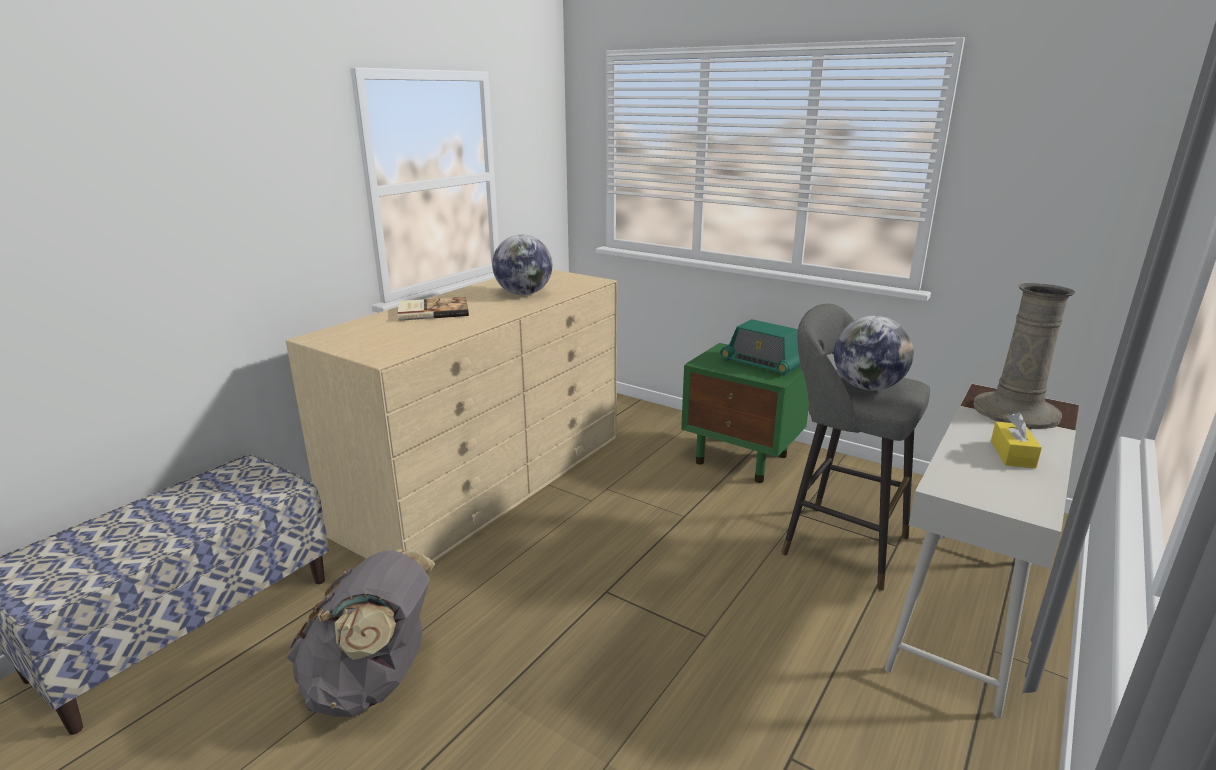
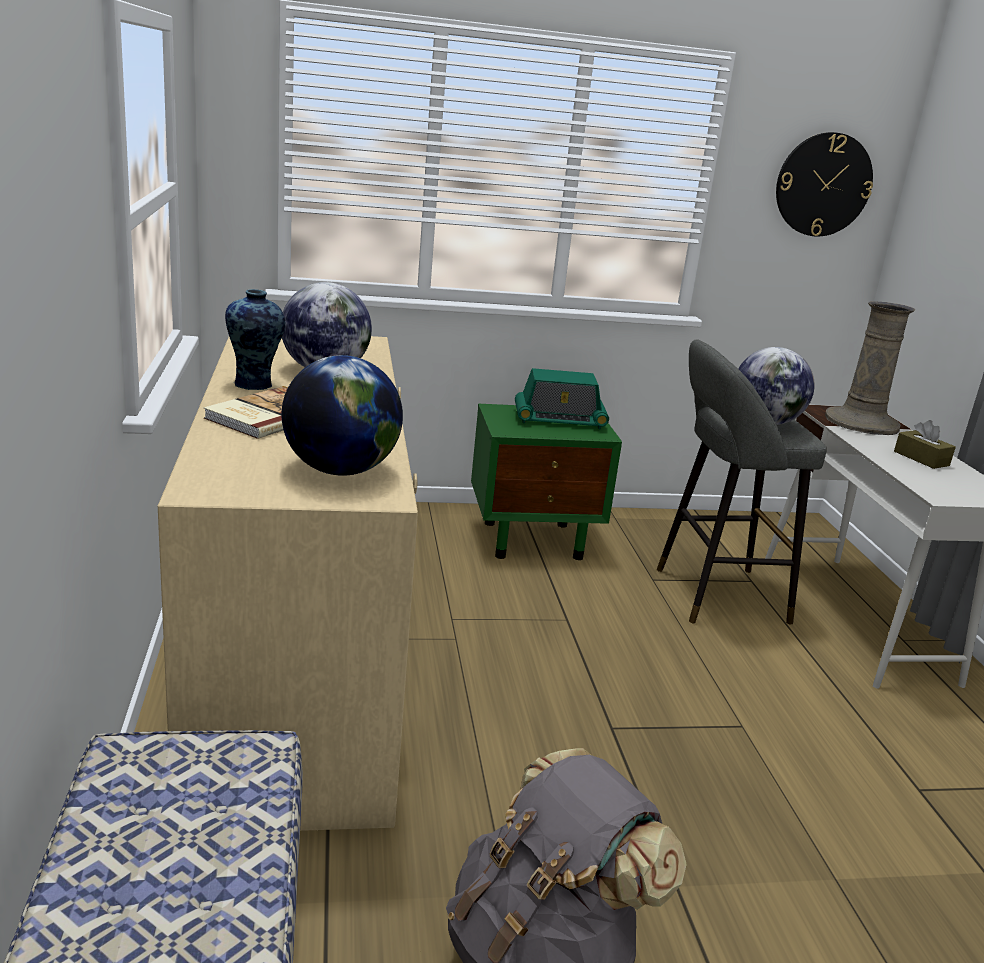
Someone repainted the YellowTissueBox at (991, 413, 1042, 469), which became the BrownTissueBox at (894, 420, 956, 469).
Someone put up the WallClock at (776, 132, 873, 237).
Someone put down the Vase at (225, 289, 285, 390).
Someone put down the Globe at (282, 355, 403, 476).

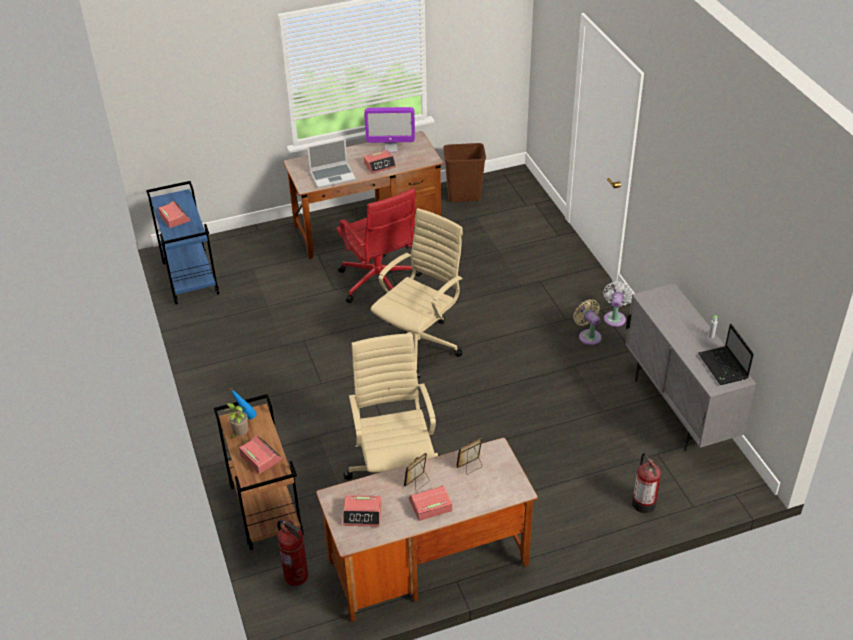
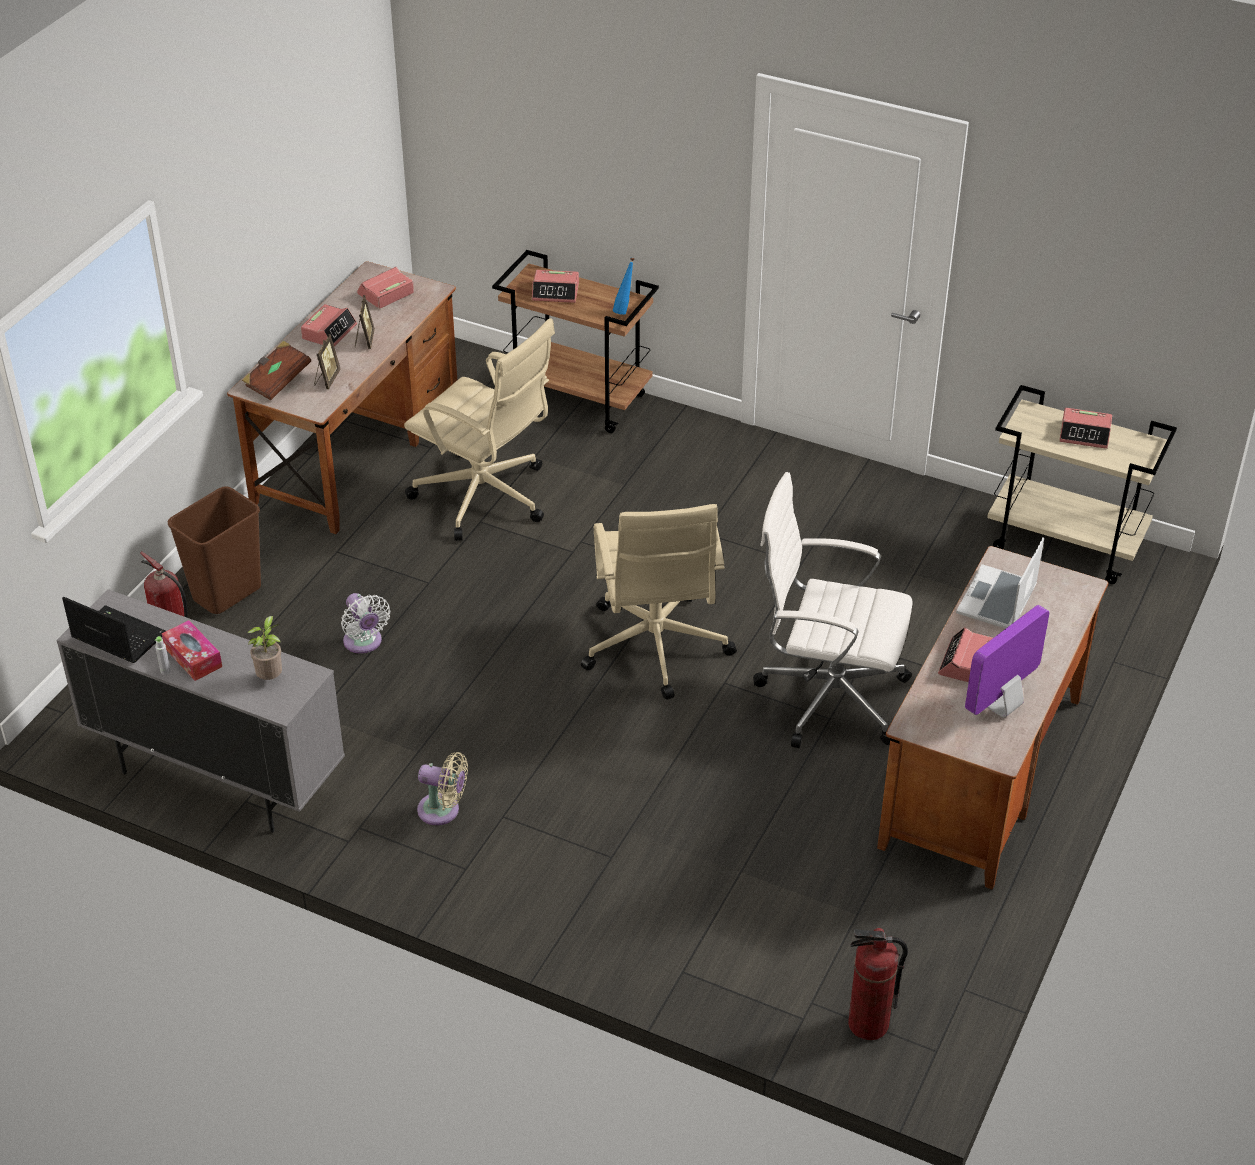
Someone carried the BrownTrashCan from (443, 143, 486, 202) to (168, 486, 261, 614).
Someone repainted the BlueCart at (146, 181, 219, 304), which became the BeigeCart at (987, 385, 1177, 584).
Someone repainted the RedOfficeChair at (336, 188, 422, 303), which became the WhiteOfficeChair at (753, 472, 912, 748).
Someone carried the WhiteFan from (603, 281, 633, 327) to (341, 593, 390, 654).
Someone carried the PottedPlant from (224, 403, 248, 439) to (247, 616, 282, 680).
Someone carried the FireExtinguisher from (277, 520, 308, 586) to (848, 928, 908, 1040).
Someone put down the BrownBook at (242, 341, 311, 401).
Someone put down the TissueBox at (162, 620, 222, 681).

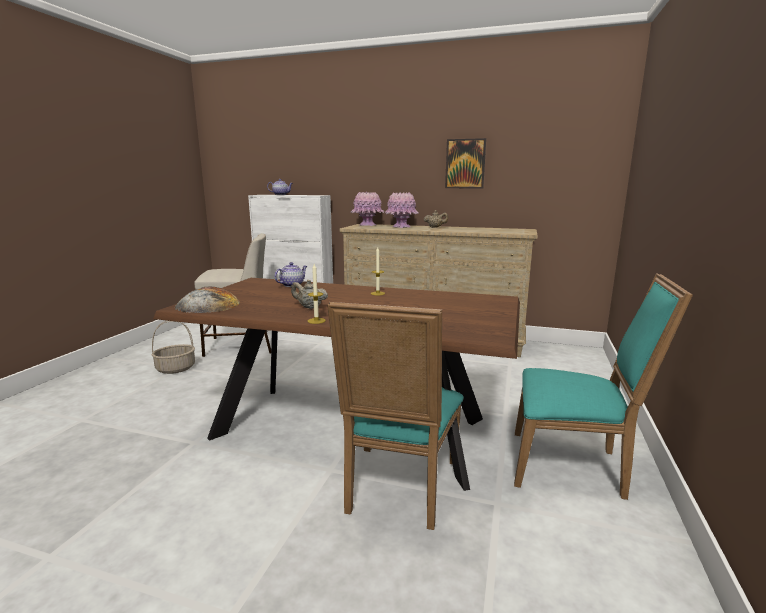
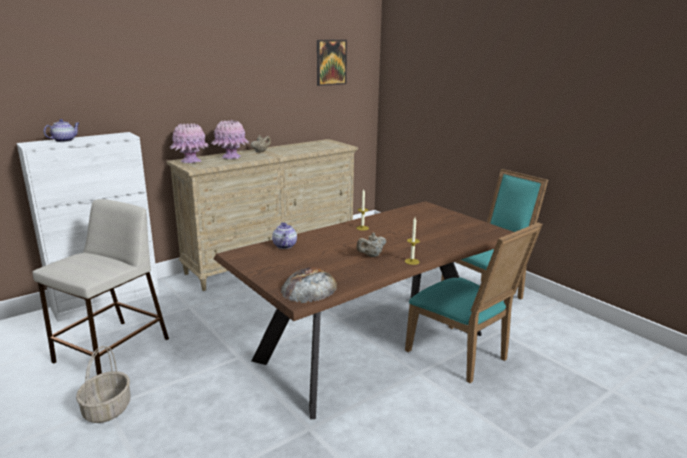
Someone carried the Picture from (445, 138, 486, 188) to (317, 40, 347, 86).

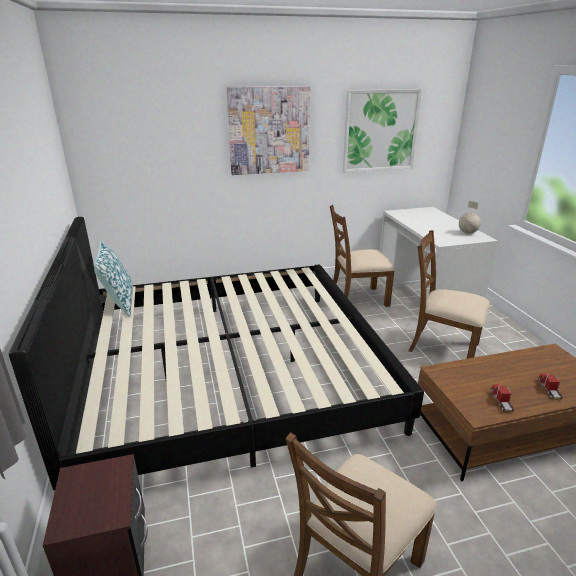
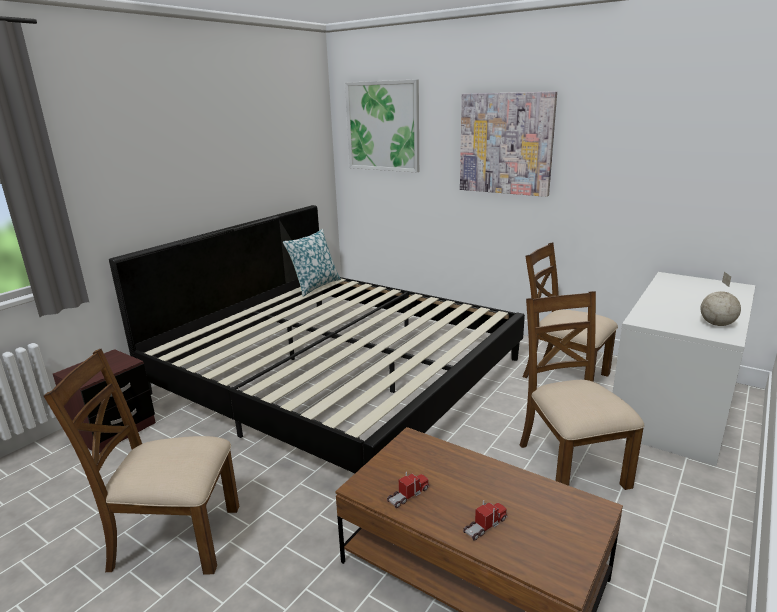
Someone carried the Picture from (343, 89, 422, 173) to (345, 79, 419, 172).

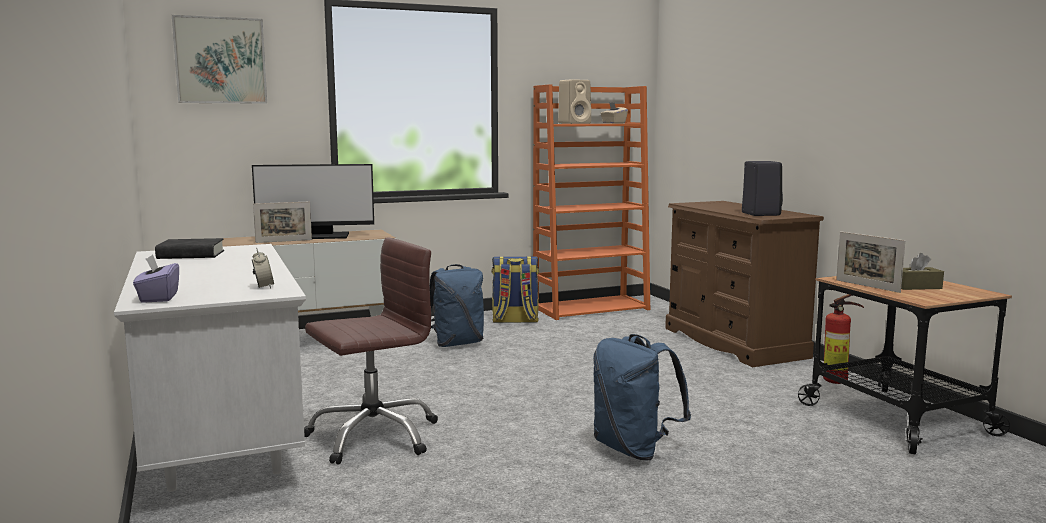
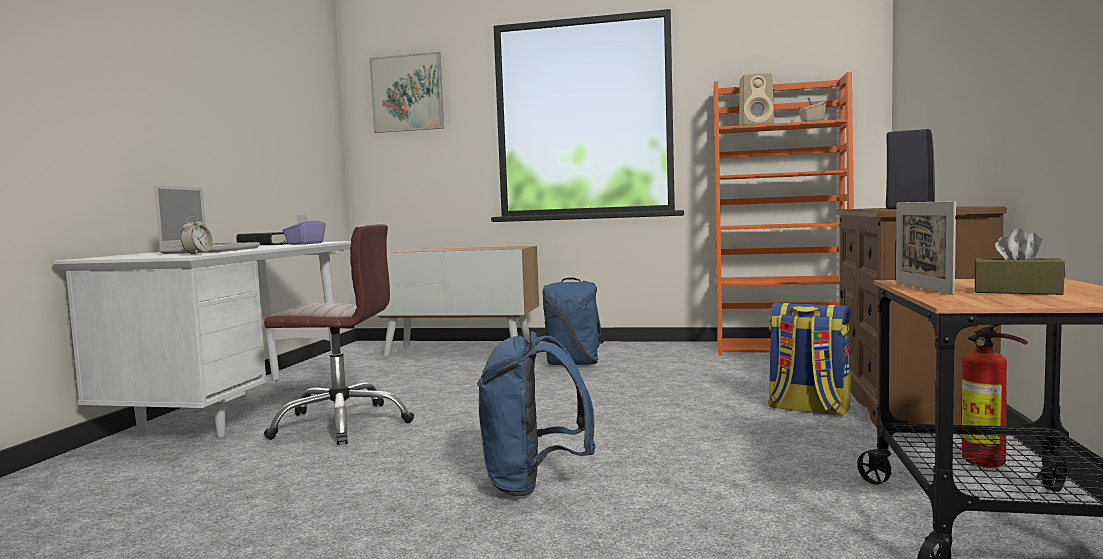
Someone took away the Monitor at (252, 164, 374, 239).
Someone took away the PictureFrame at (253, 201, 312, 243).
Someone carried the PurpleTissueBox from (133, 254, 179, 303) to (283, 214, 326, 245).
Someone carried the Backpack from (492, 256, 539, 323) to (768, 303, 851, 416).
Someone put down the Laptop at (154, 186, 260, 254).

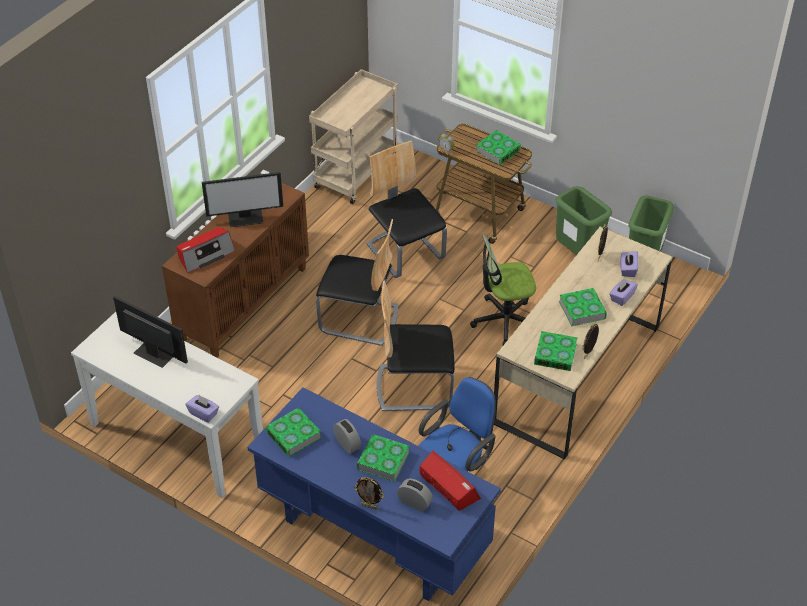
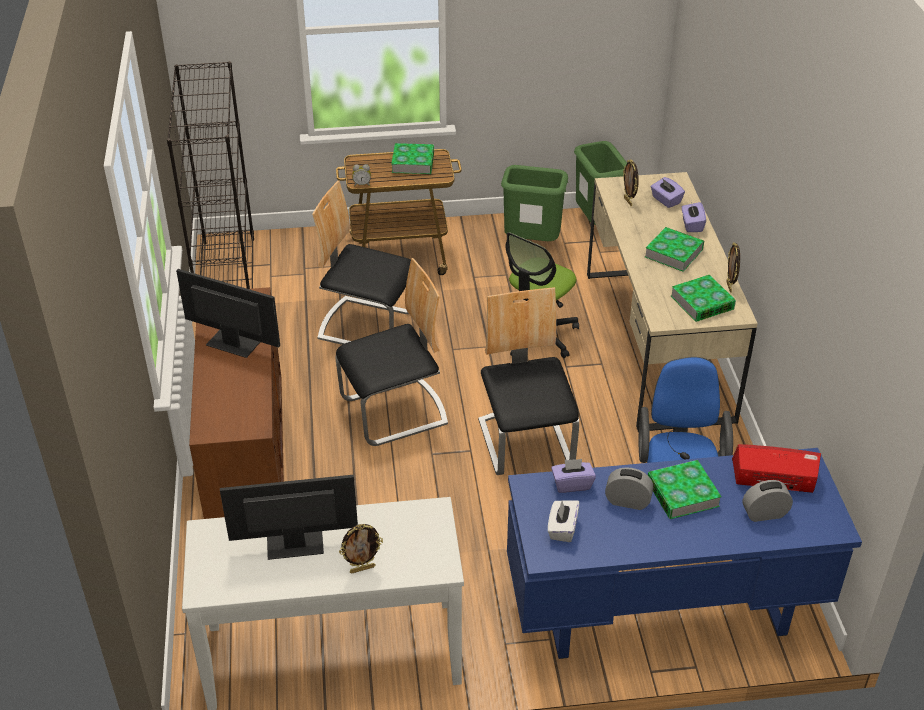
Someone swapped the BeigeCart at (309, 69, 398, 204) for the BlackBookcase at (167, 61, 254, 289).
Someone rotated the Monitor at (202, 172, 283, 227) by 105 degrees counterclockwise.
Someone took away the Radio at (177, 227, 236, 273).
Someone rotated the Chair at (376, 280, 454, 411) by 120 degrees clockwise.
Someone carried the PurpleTissueBox from (186, 395, 219, 423) to (551, 459, 596, 493).
Someone swapped the Book at (266, 408, 321, 457) for the WhiteTissueBox at (548, 500, 579, 542).
Someone carried the PictureFrame from (354, 477, 384, 510) to (339, 524, 383, 573).

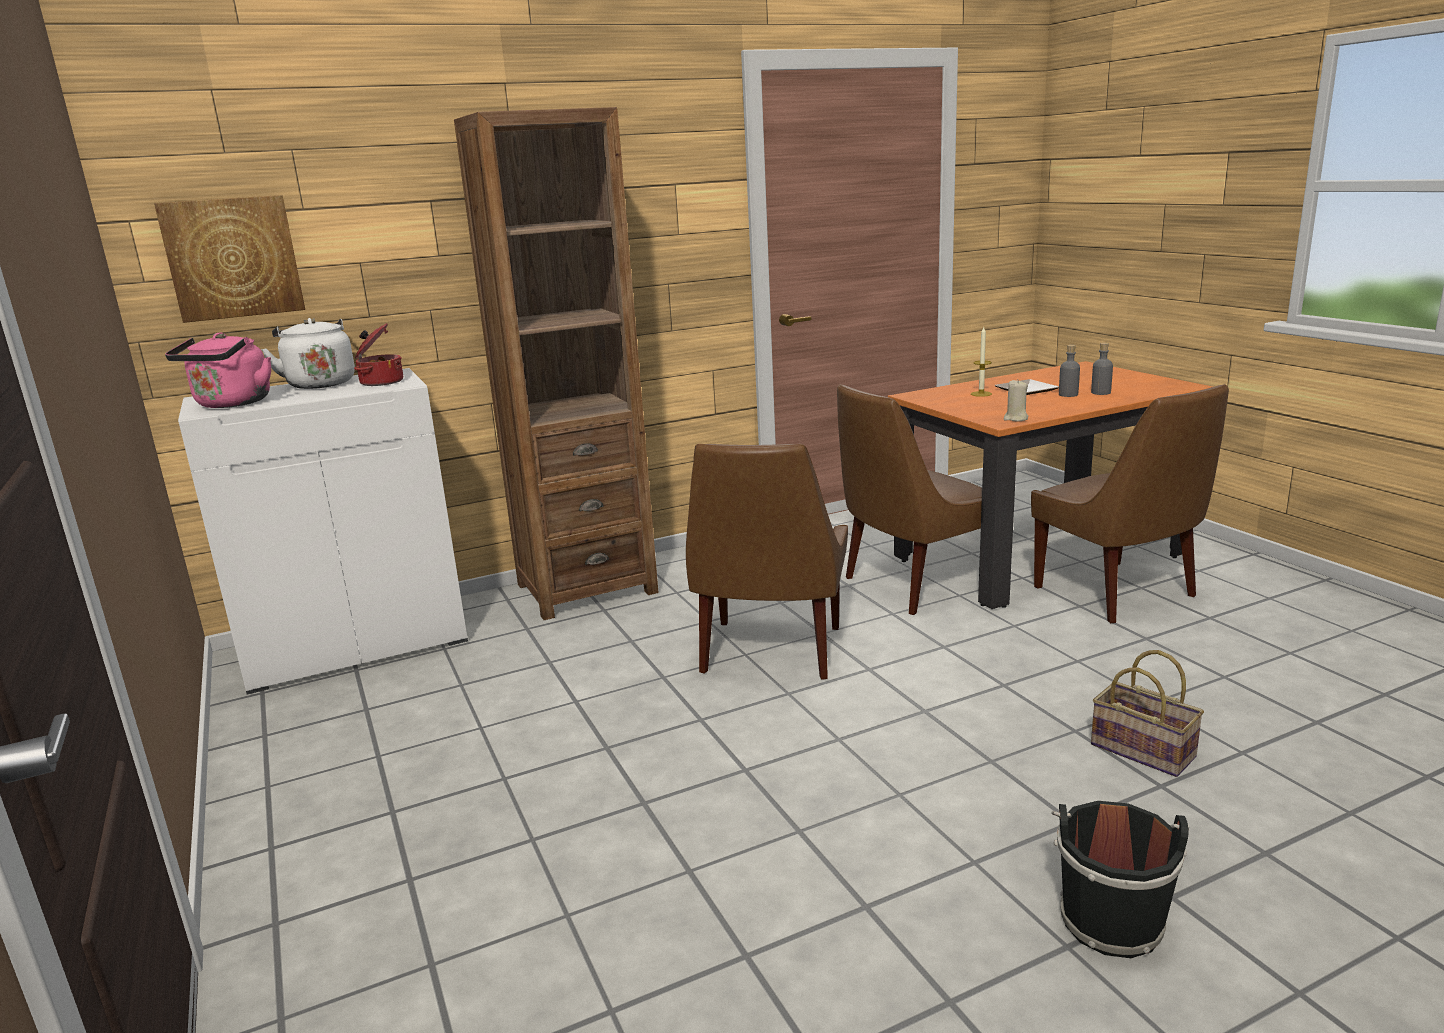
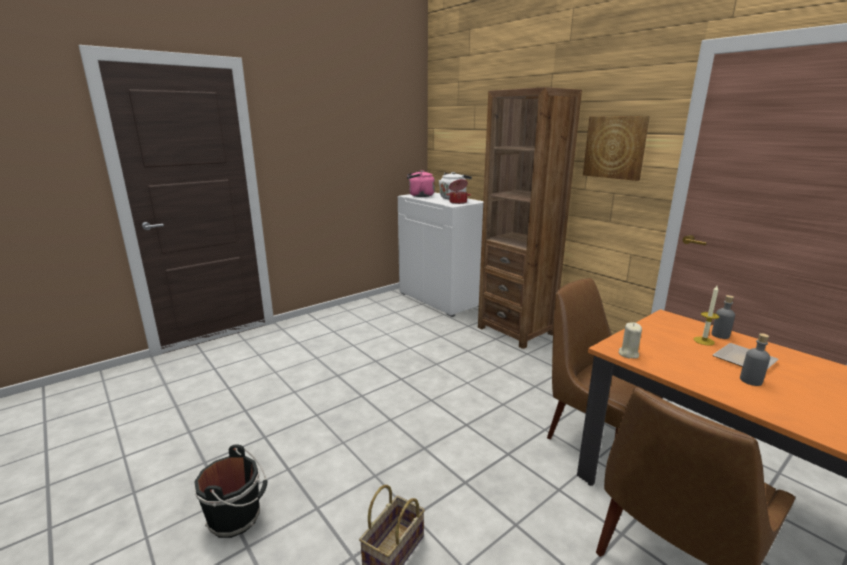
Someone carried the Picture from (154, 195, 305, 323) to (583, 116, 650, 181).
Someone carried the GreyBottle from (1091, 343, 1113, 395) to (712, 295, 735, 339).
Someone took away the BrownChair at (686, 444, 848, 680).

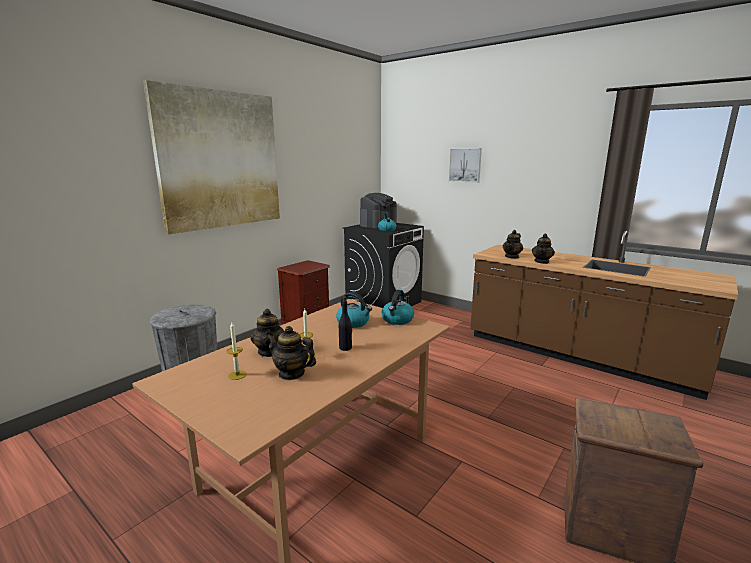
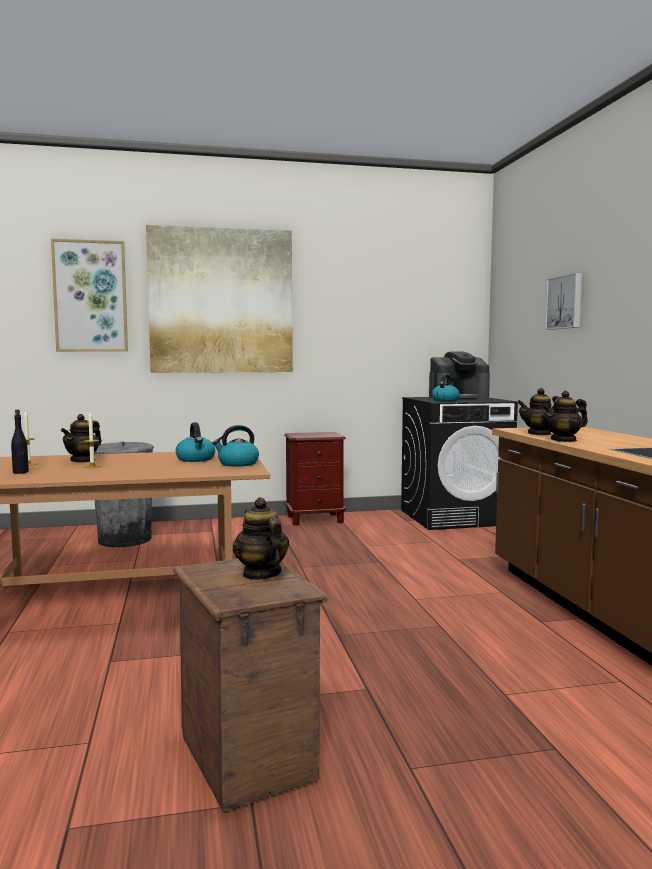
Someone carried the BlackBottle from (339, 296, 352, 351) to (11, 410, 29, 474).
Someone carried the Teapot from (266, 326, 316, 380) to (233, 497, 289, 580).
Someone put up the Picture at (51, 239, 128, 352).

